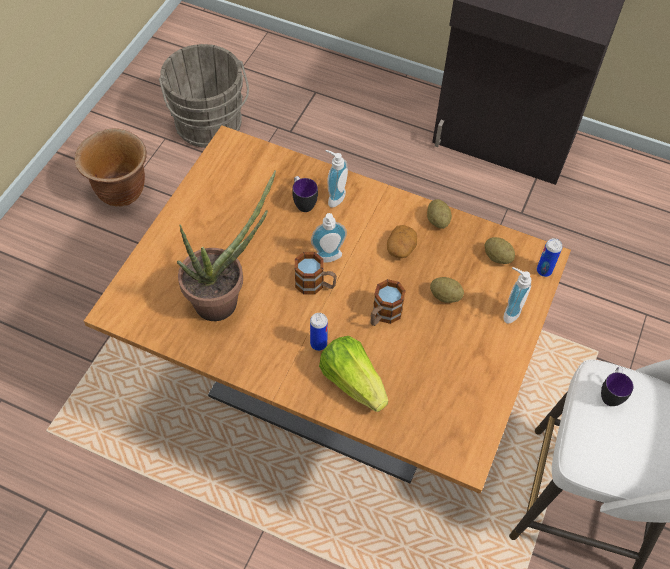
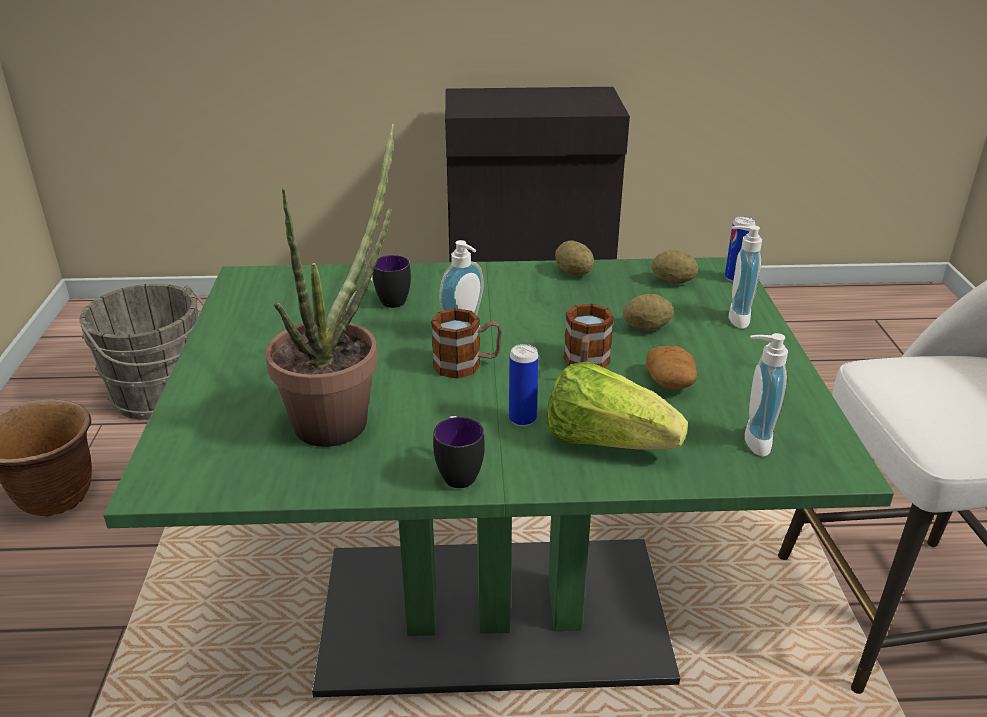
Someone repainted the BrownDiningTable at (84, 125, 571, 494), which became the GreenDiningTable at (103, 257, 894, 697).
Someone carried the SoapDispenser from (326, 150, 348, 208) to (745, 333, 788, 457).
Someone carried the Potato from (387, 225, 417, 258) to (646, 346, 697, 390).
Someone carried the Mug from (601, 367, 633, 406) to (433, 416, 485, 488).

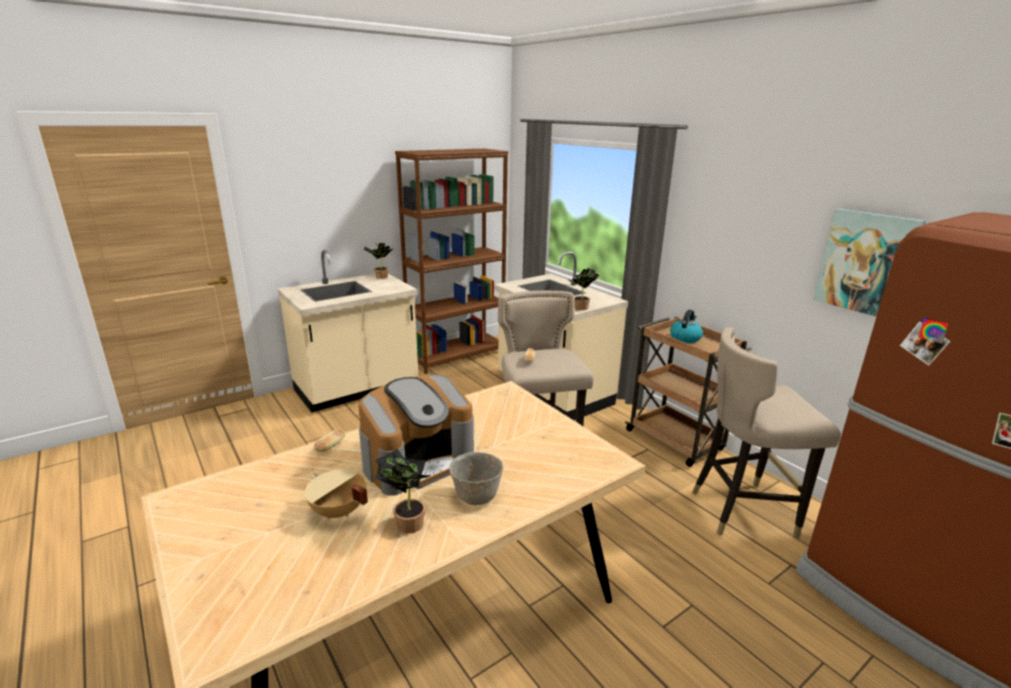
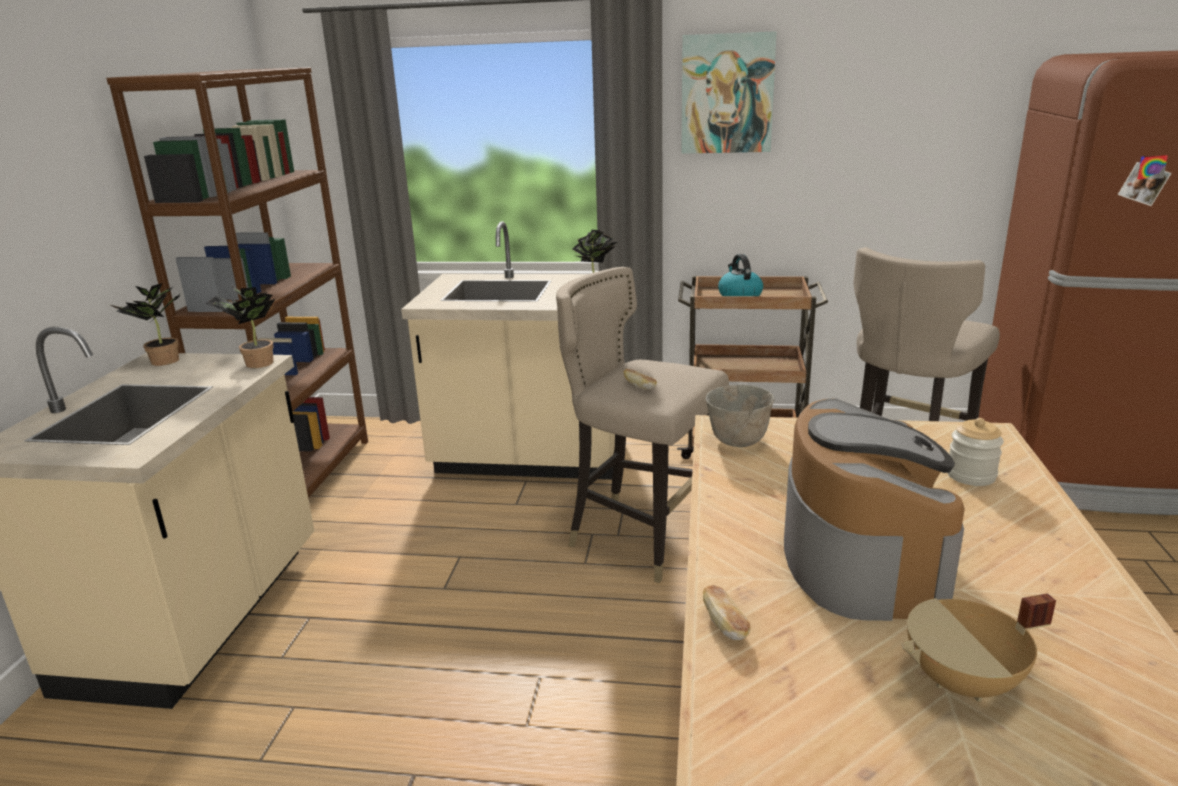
Someone carried the Picture from (813, 208, 926, 317) to (681, 31, 777, 154).
Someone carried the PottedPlant from (375, 449, 432, 534) to (206, 285, 275, 368).
Someone carried the GreyBowl from (449, 452, 503, 505) to (706, 385, 774, 447).
Someone put down the Jar at (948, 418, 1004, 486).

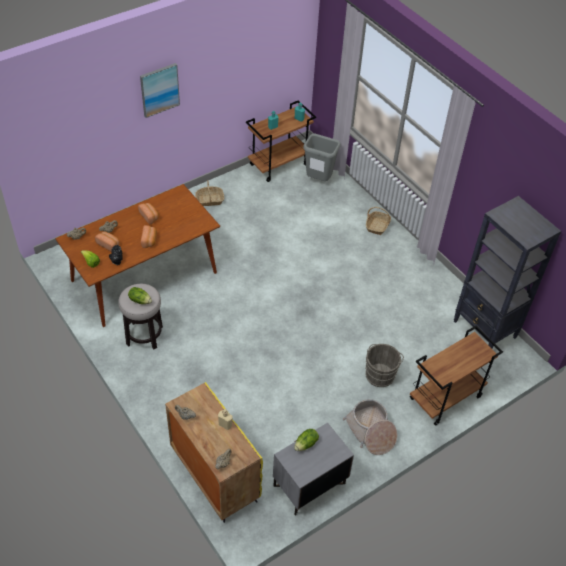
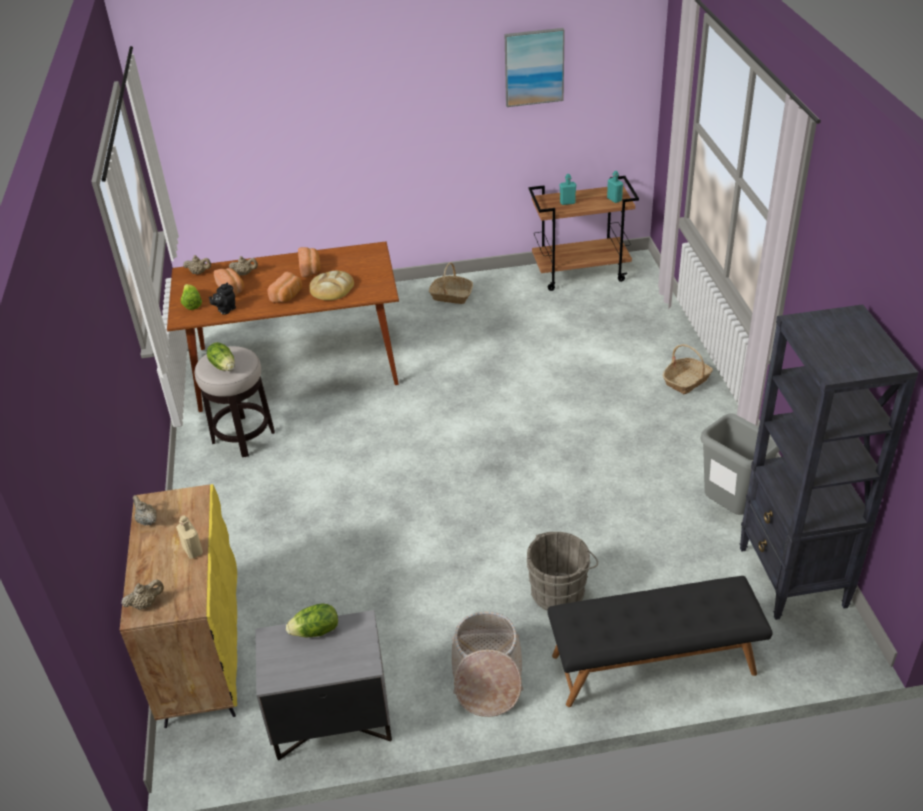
Someone carried the Picture from (140, 63, 180, 118) to (505, 28, 565, 107).
Someone carried the GreyTrashCan from (303, 133, 341, 181) to (700, 413, 780, 515).
Someone swapped the BrownCart at (410, 326, 503, 426) for the BlackBench at (547, 576, 773, 707).
Someone put down the Bread at (310, 270, 354, 300).

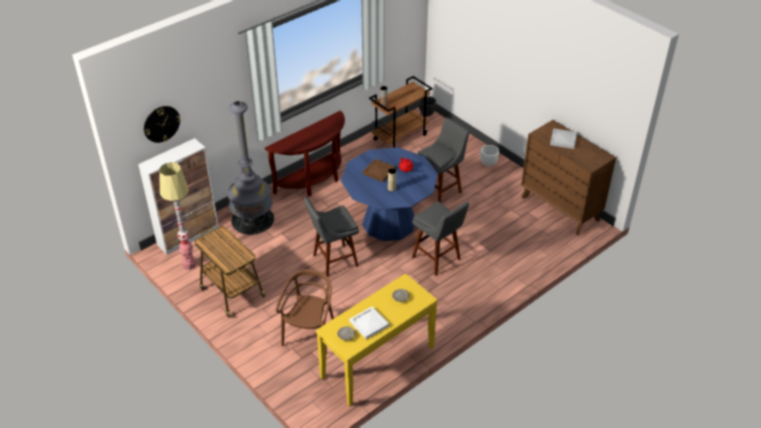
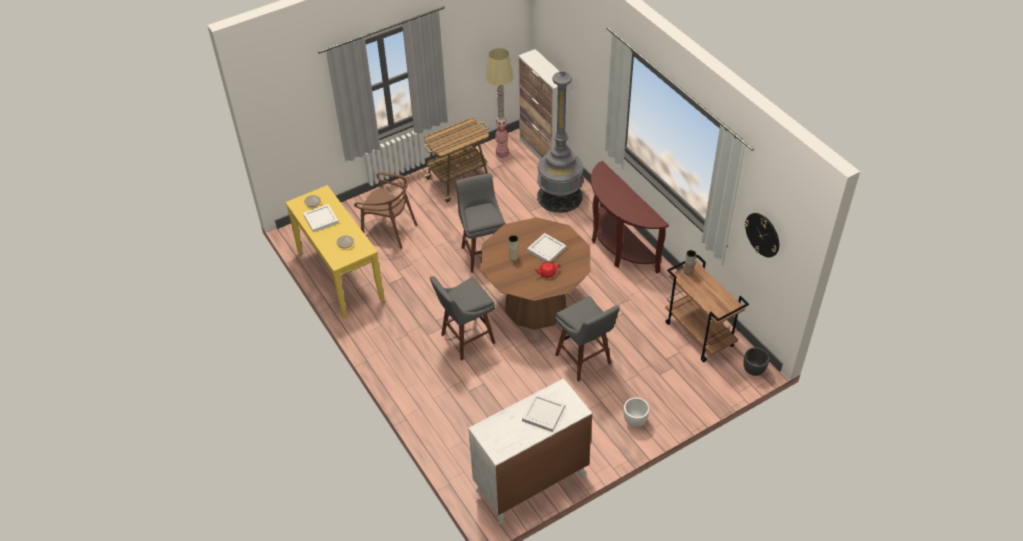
Someone carried the WallClock from (144, 106, 181, 143) to (744, 213, 779, 258).
Someone repainted the BrownDresser at (521, 120, 616, 235), which became the WhiteDresser at (468, 378, 592, 524).
Someone repainted the BlueDiningTable at (341, 147, 438, 241), which became the BrownDiningTable at (480, 217, 590, 330).
Someone repainted the BrownTray at (363, 159, 395, 182), which became the WhiteTray at (527, 233, 566, 262).

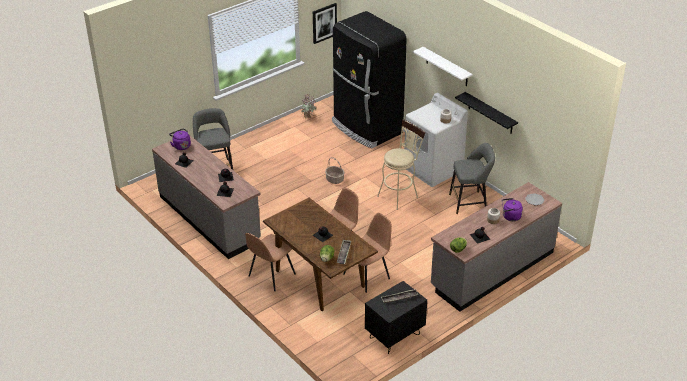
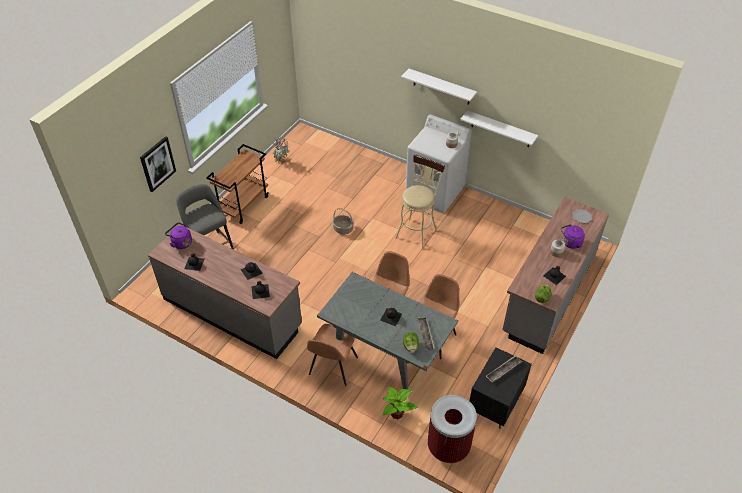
Someone carried the Picture from (313, 3, 337, 44) to (140, 136, 176, 192).
Someone took away the BlackFridge at (332, 11, 407, 148).
Someone repainted the BlackShelf at (455, 92, 518, 134), which became the WhiteShelf at (460, 110, 538, 147).
Someone took away the GreyStool at (449, 143, 495, 214).
Someone repainted the BrownDiningTable at (263, 198, 378, 311), which became the GreyDiningTable at (317, 272, 458, 390).
Someone put down the BrownCart at (206, 144, 269, 224).
Someone put down the PottedPlant at (383, 387, 418, 419).
Someone put down the TrashCan at (428, 395, 477, 463).

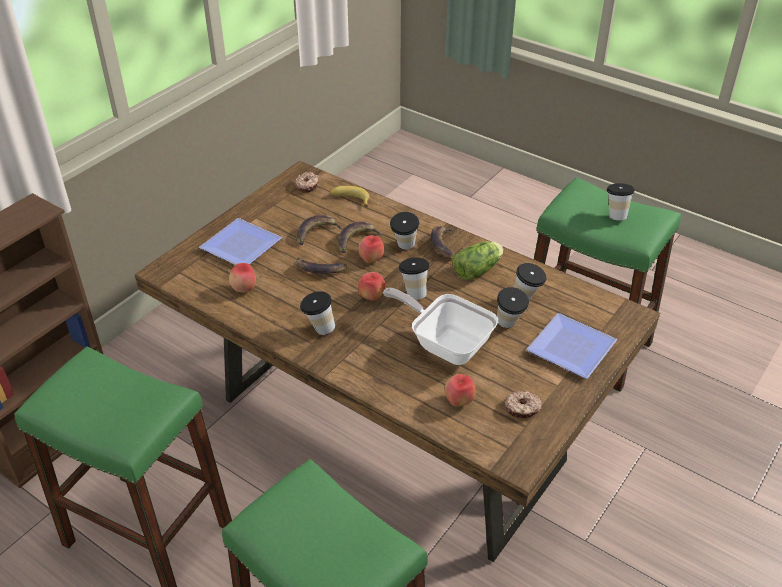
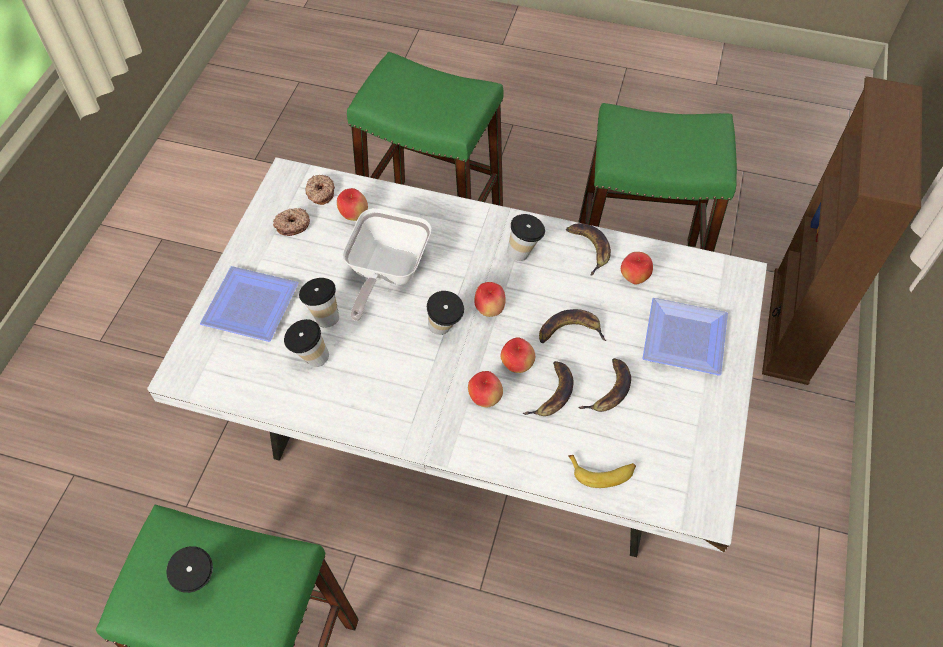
Someone repainted the BrownDiningTable at (134, 161, 660, 562), which became the WhiteDiningTable at (147, 157, 767, 557).
Someone carried the Donut from (294, 172, 319, 193) to (305, 175, 335, 205).
Someone swapped the Cup at (390, 212, 419, 250) for the Apple at (468, 371, 503, 407).
Someone carried the Banana from (431, 226, 455, 259) to (566, 223, 611, 276).
Someone took away the Lettuce at (452, 241, 503, 280).
Someone rotated the FryingPan at (383, 288, 498, 365) by 90 degrees clockwise.

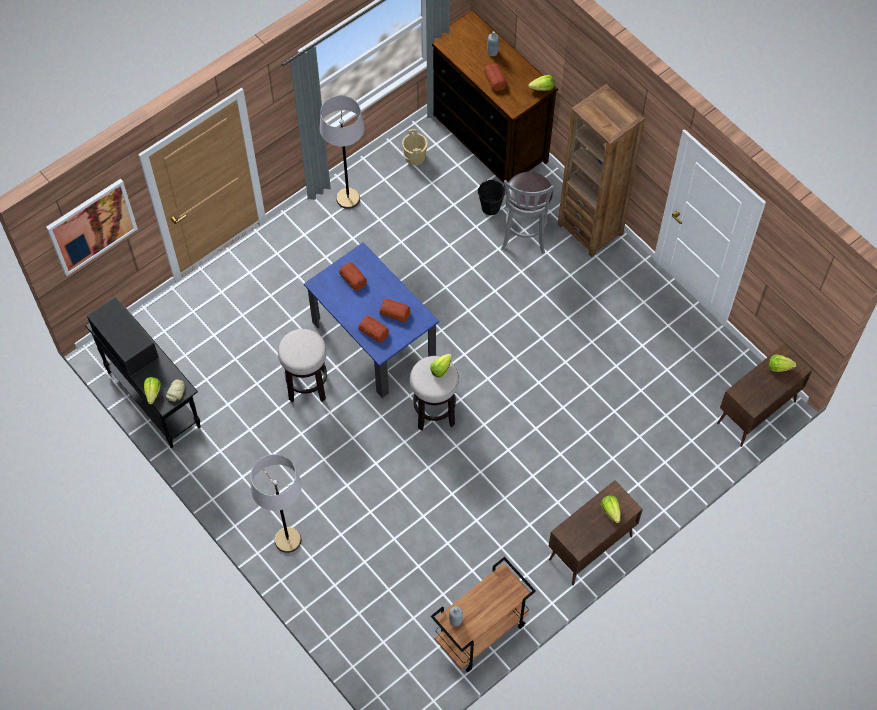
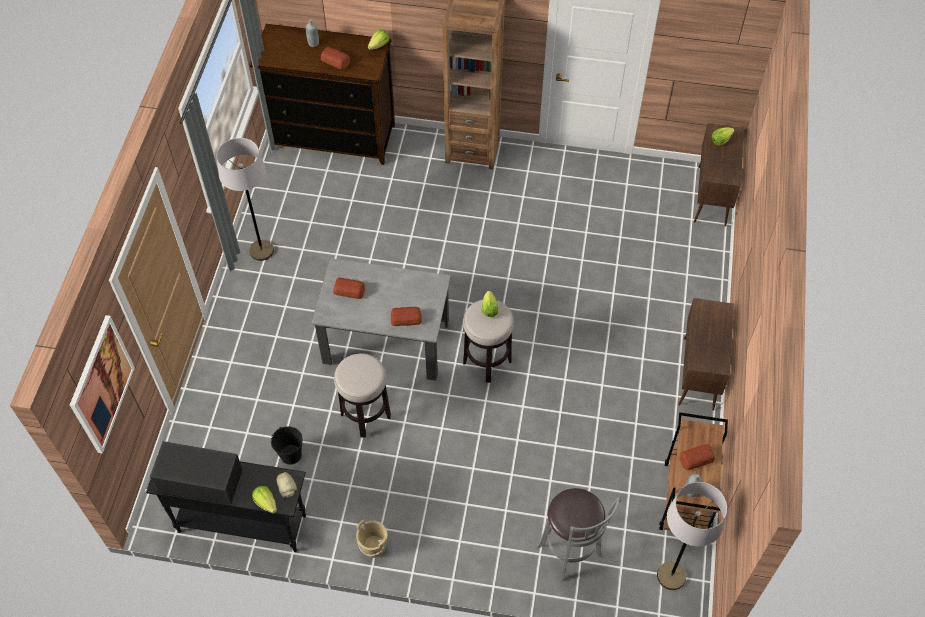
Someone carried the BeigeBucket from (402, 129, 428, 165) to (356, 520, 388, 558).
Someone carried the GreyStool from (501, 172, 554, 254) to (536, 488, 621, 582).
Someone carried the BlackBucket from (478, 179, 505, 215) to (271, 426, 303, 465).
Someone repainted the BlueDiningTable at (304, 242, 439, 398), which became the GreyDiningTable at (311, 258, 451, 381).
Someone carried the Bread from (379, 299, 410, 322) to (680, 444, 715, 470).
Someone carried the GreyFloorLamp from (251, 454, 302, 553) to (657, 482, 727, 590).
Someone took away the Lettuce at (601, 495, 621, 523).

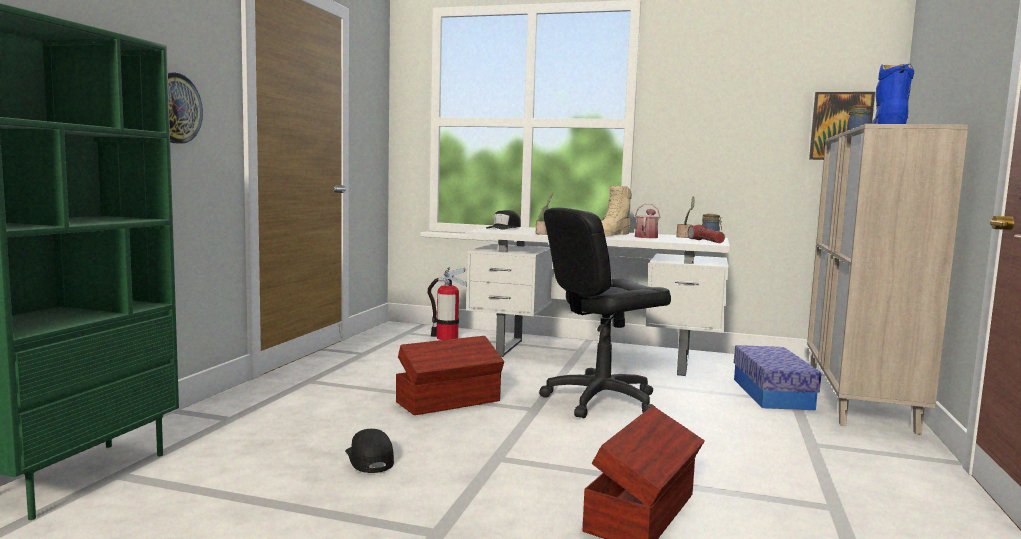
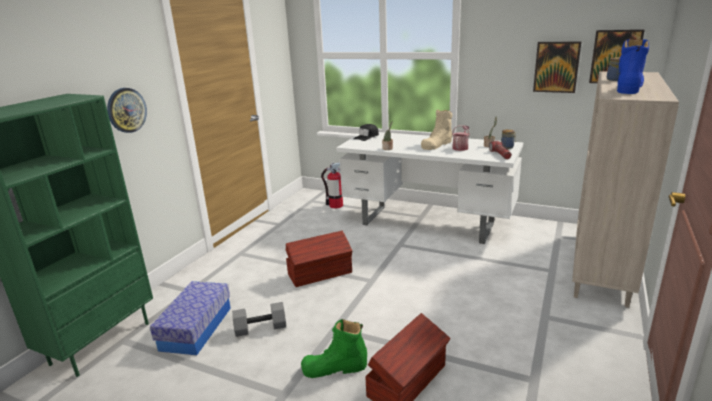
Someone took away the BlackOfficeChair at (539, 208, 671, 418).
Someone carried the StorageBox from (734, 345, 821, 410) to (150, 281, 231, 355).
Someone swapped the BlackCap at (345, 429, 394, 473) for the GreyDumbbell at (232, 302, 286, 337).
Someone put up the Picture at (533, 41, 582, 93).
Someone put down the GreenBoot at (301, 319, 367, 378).

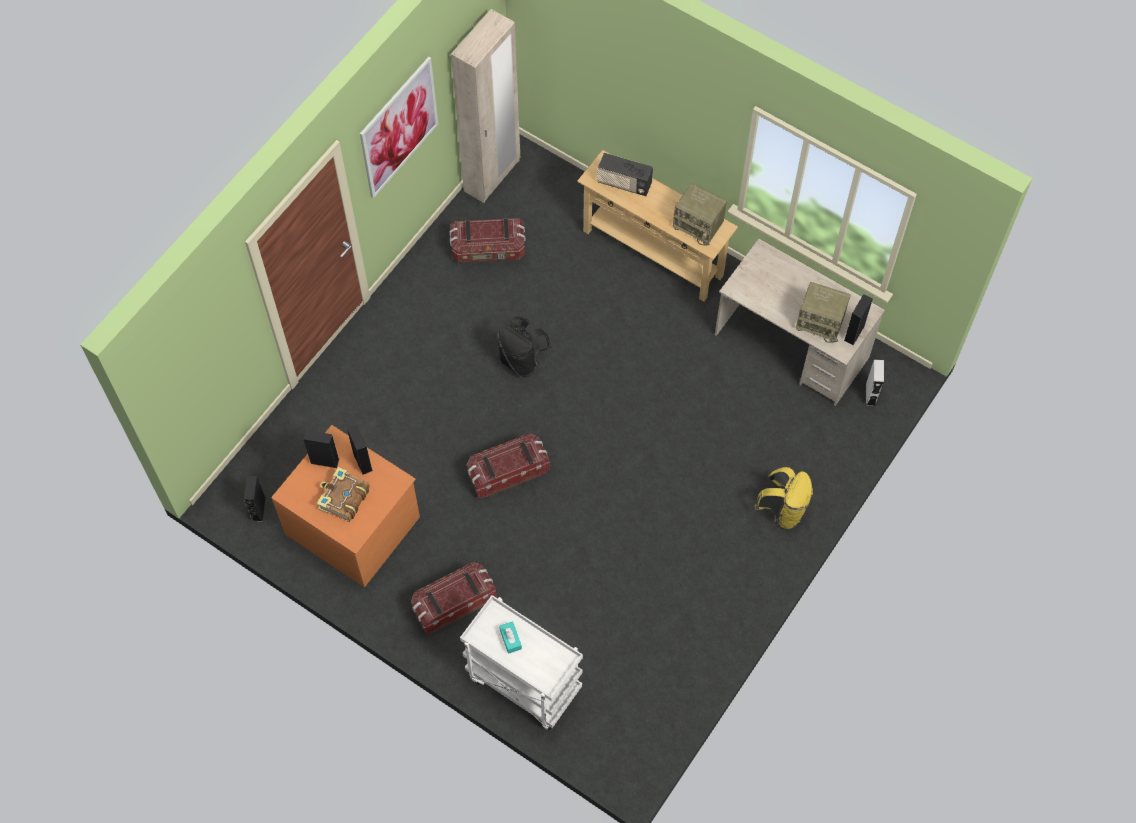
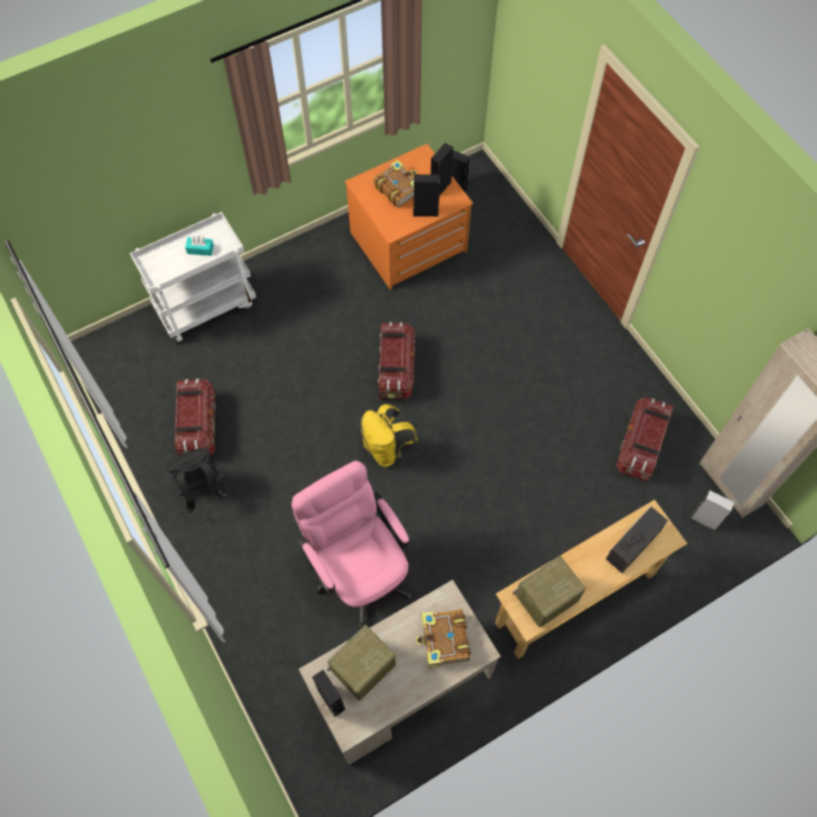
Someone took away the Picture at (360, 57, 438, 199).
Someone carried the BlackBackpack from (497, 316, 551, 378) to (168, 448, 227, 512).
Someone carried the GreySpeaker from (866, 359, 884, 406) to (690, 490, 735, 531).
Someone carried the YellowBackpack from (755, 467, 813, 529) to (361, 404, 418, 467).
Someone carried the StorageBox from (411, 562, 496, 634) to (175, 378, 216, 456).
Someone put down the PinkOfficeChair at (292, 461, 412, 629).
Someone put down the Book at (415, 609, 471, 668).

